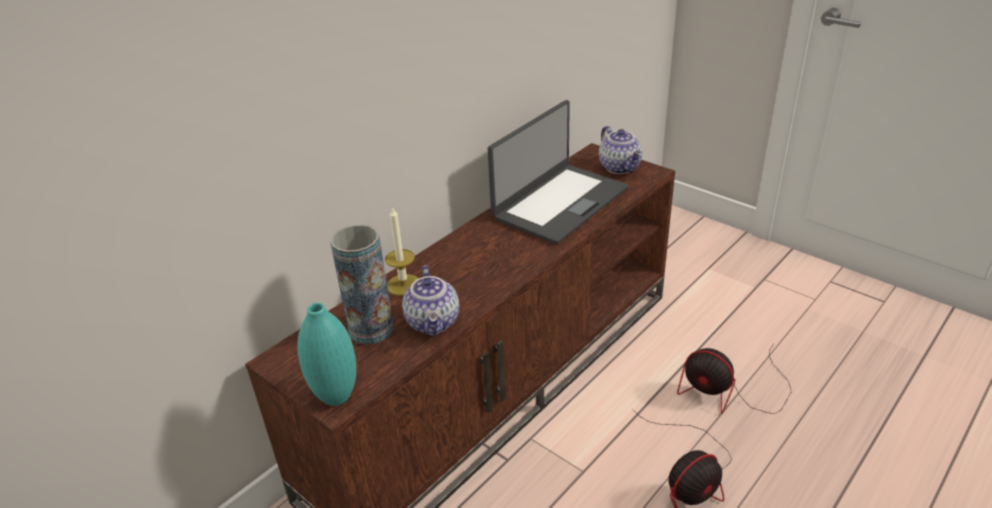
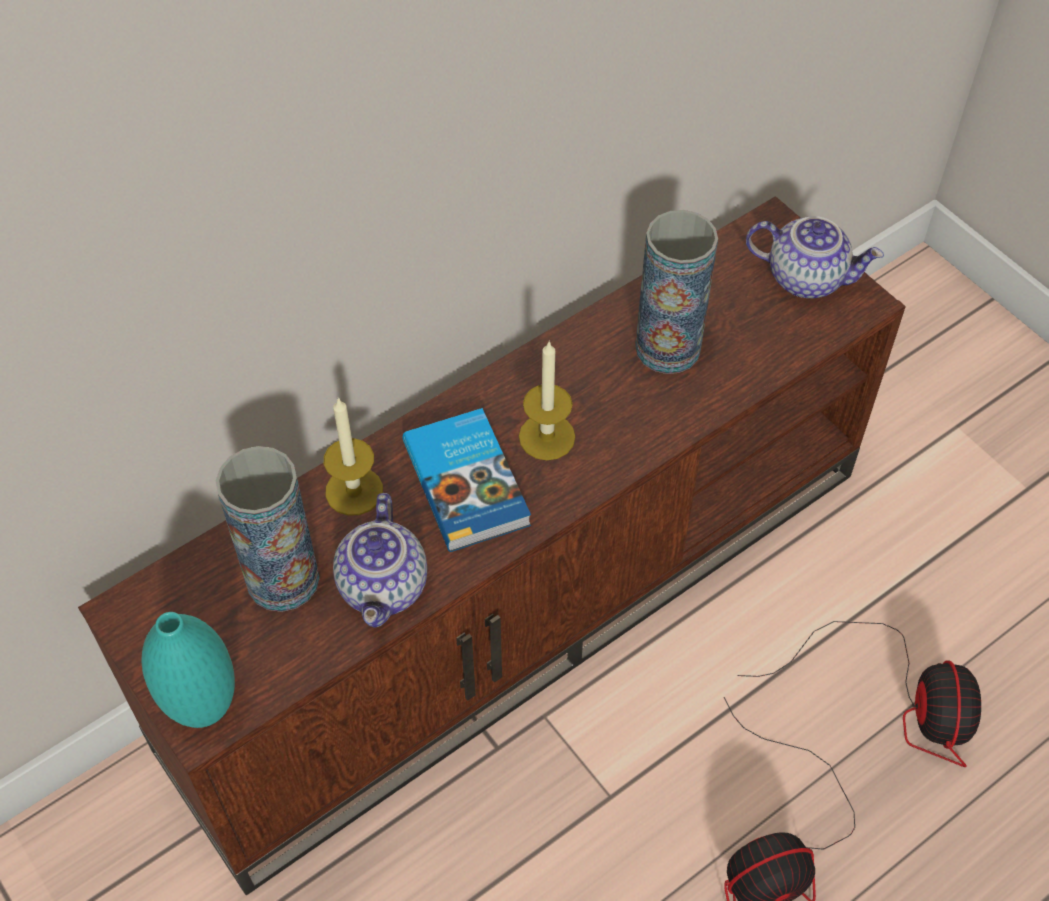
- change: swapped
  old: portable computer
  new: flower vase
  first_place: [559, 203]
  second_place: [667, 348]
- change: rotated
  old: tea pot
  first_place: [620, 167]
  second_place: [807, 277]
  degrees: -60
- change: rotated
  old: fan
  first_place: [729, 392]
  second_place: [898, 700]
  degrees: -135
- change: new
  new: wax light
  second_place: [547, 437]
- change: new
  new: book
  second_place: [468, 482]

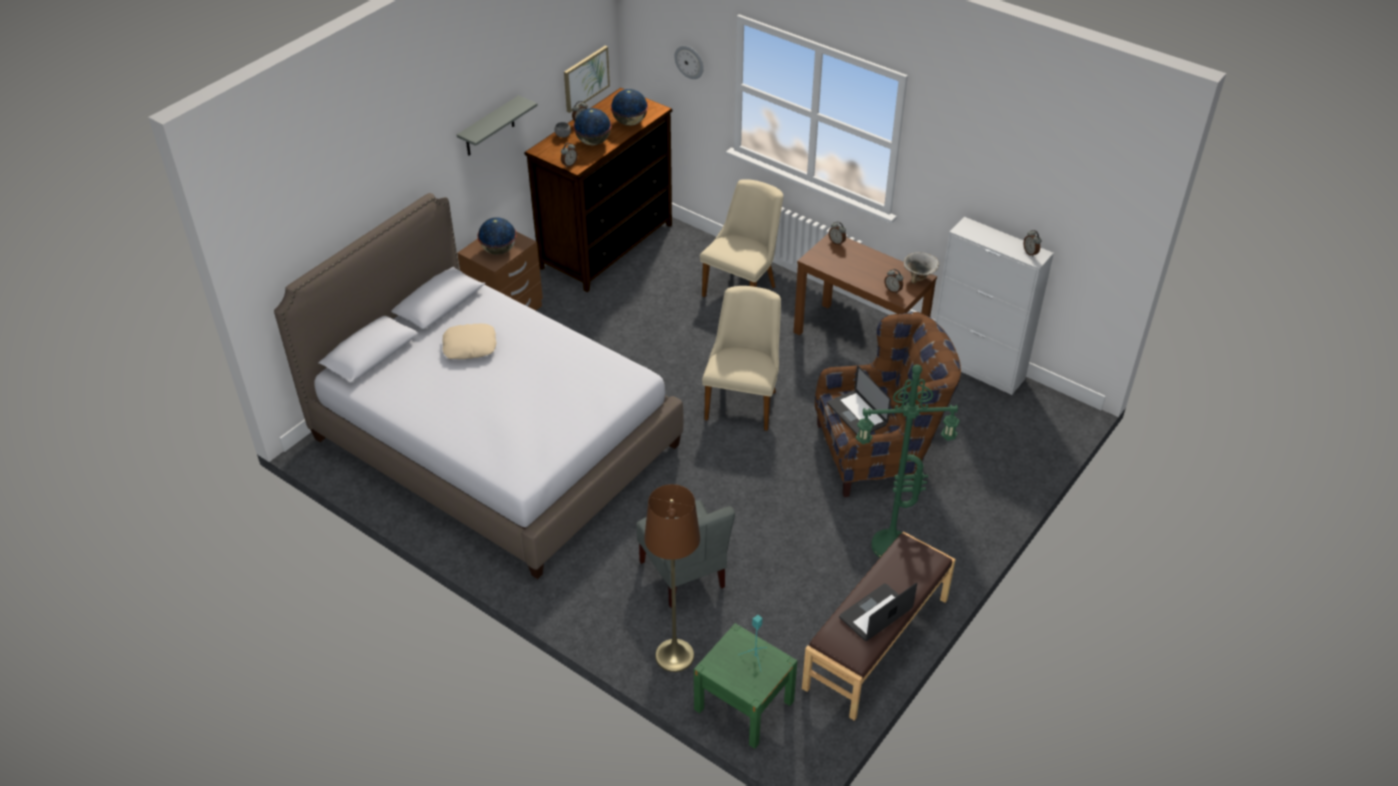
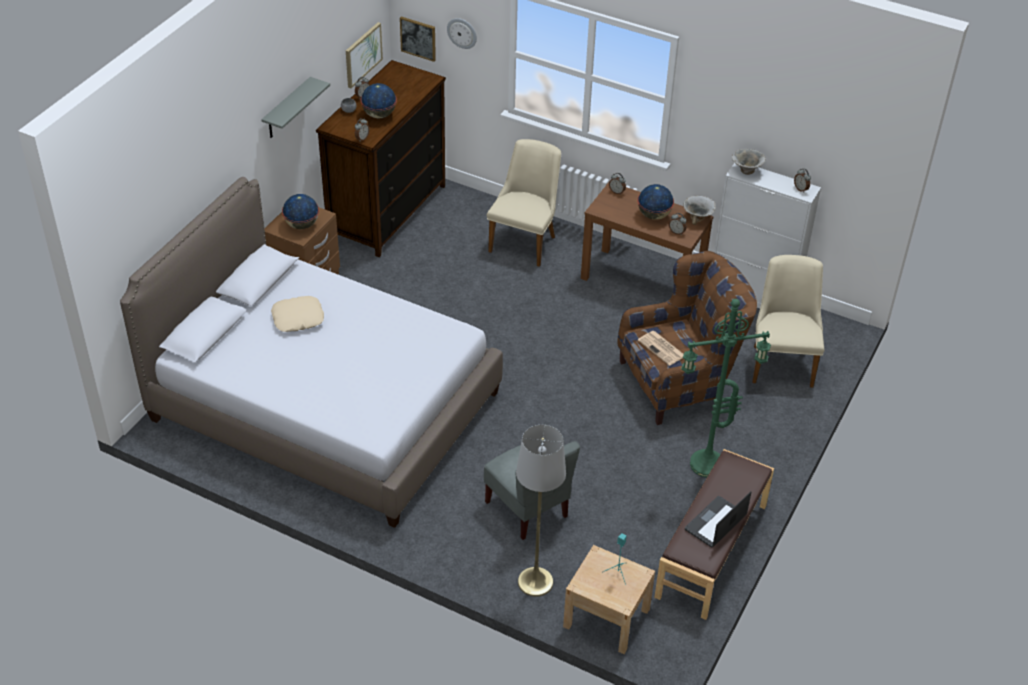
- change: shifted
  old: desk globe
  first_place: [630, 122]
  second_place: [654, 215]
- change: shifted
  old: sand-coloured chair
  first_place: [744, 400]
  second_place: [781, 361]
- change: swapped
  old: portable computer
  new: newspaper
  first_place: [857, 414]
  second_place: [662, 348]
- change: repainted
  old: brown-coloured floor lamp
  new: greyish floor lamp
  first_place: [674, 655]
  second_place: [535, 582]
- change: repainted
  old: green-coloured nightstand
  new: sand-coloured nightstand
  first_place: [744, 705]
  second_place: [606, 618]
- change: new
  new: wall picture
  second_place: [418, 38]
- change: new
  new: bowl
  second_place: [746, 171]

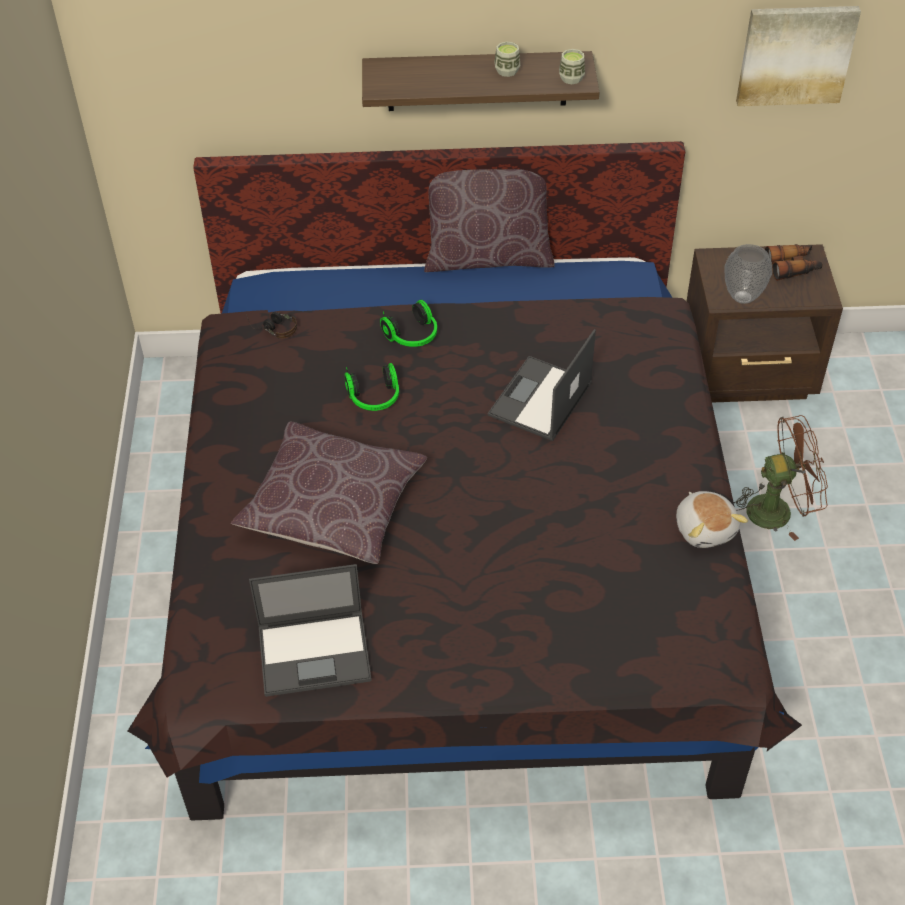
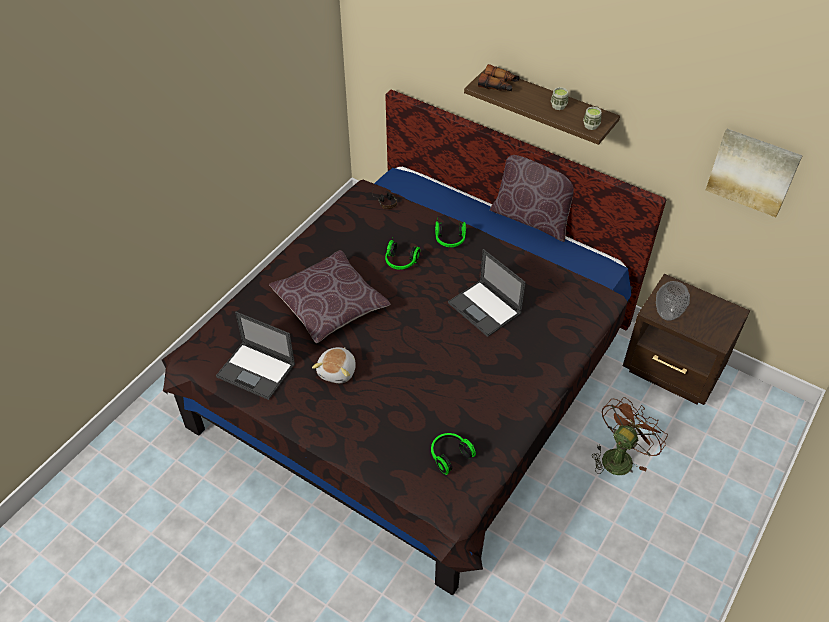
- change: shifted
  old: field glasses
  first_place: [792, 267]
  second_place: [499, 85]
- change: rotated
  old: portable computer
  first_place: [540, 400]
  second_place: [485, 308]
  degrees: -105
- change: rotated
  old: brown-coloured fan
  first_place: [778, 509]
  second_place: [620, 456]
  degrees: -75
- change: shifted
  old: plush toy
  first_place: [705, 528]
  second_place: [338, 371]
- change: new
  new: headset
  second_place: [449, 455]

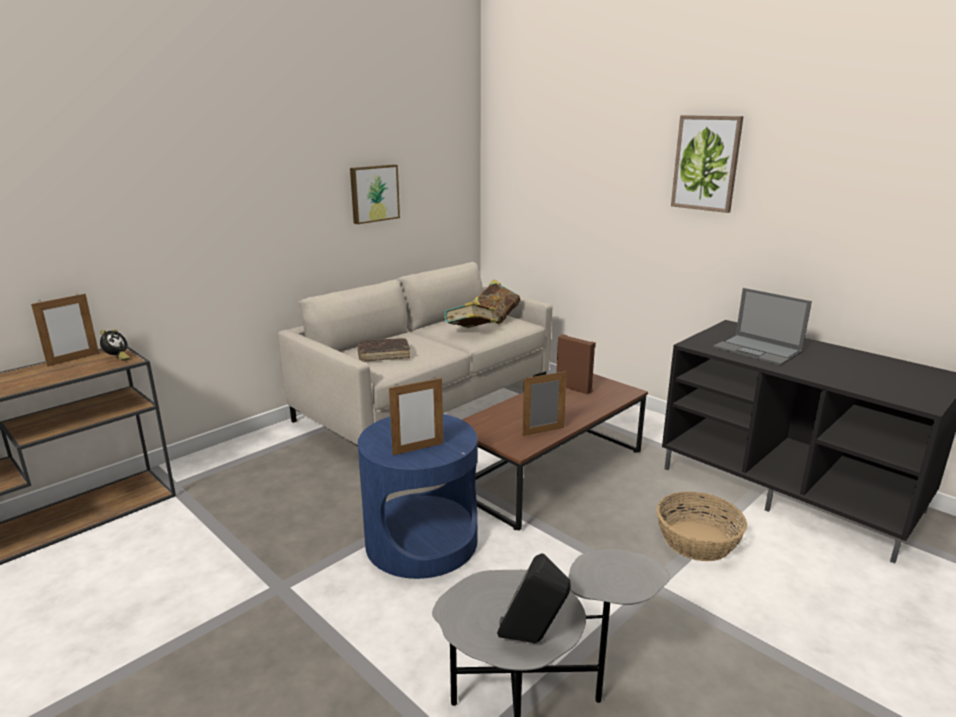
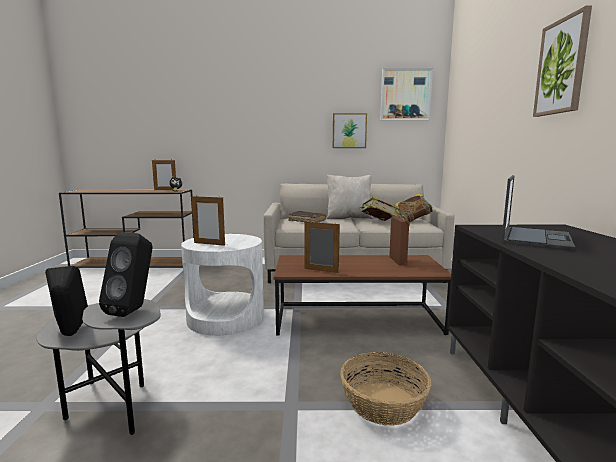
- change: rotated
  old: portable computer
  first_place: [758, 350]
  second_place: [535, 238]
  degrees: -150
- change: repainted
  old: blue-coloured end table
  new: white-coloured end table
  first_place: [421, 541]
  second_place: [226, 318]
- change: new
  new: wall picture
  second_place: [405, 95]
- change: new
  new: sand-coloured pillow
  second_place: [348, 218]
- change: new
  new: black loudspeaker
  second_place: [134, 310]

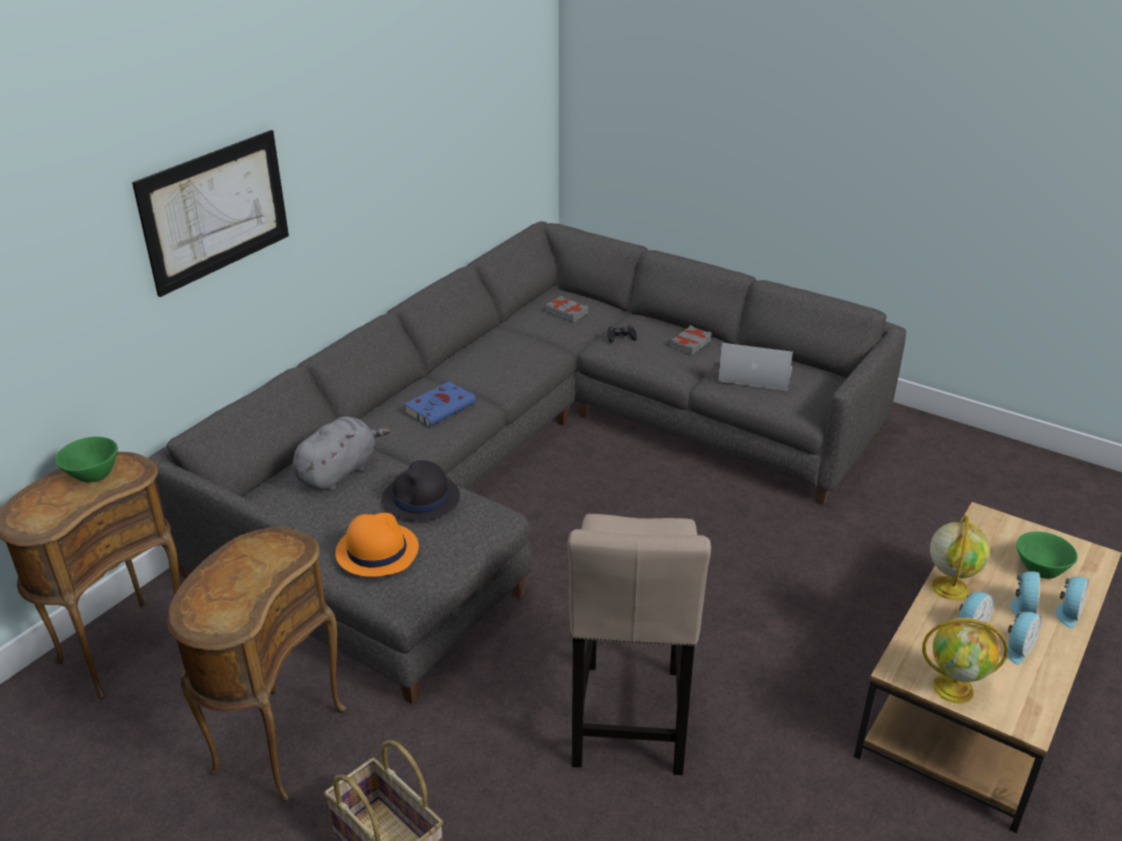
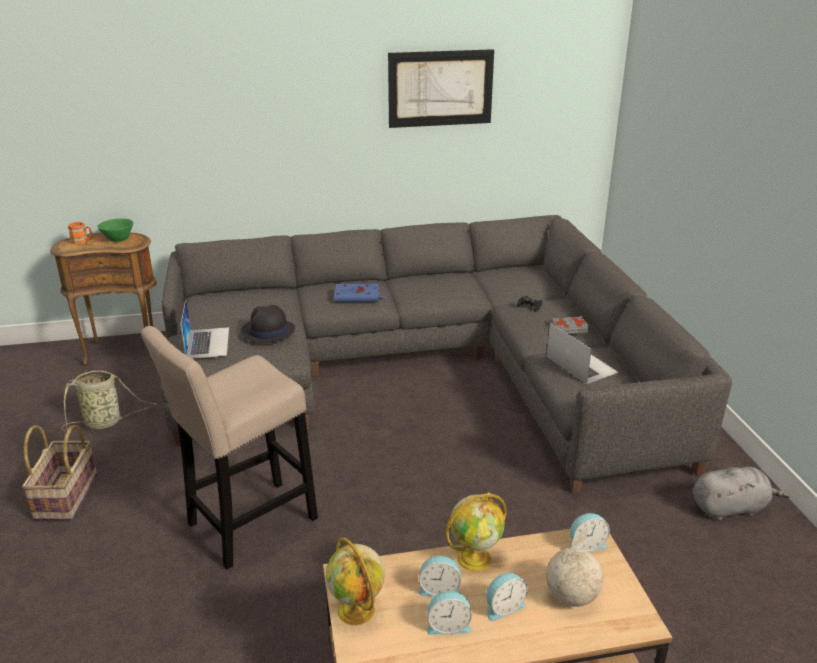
- change: shifted
  old: wall picture
  first_place: [215, 211]
  second_place: [440, 88]
- change: gone
  old: greyish book
  first_place: [567, 312]
- change: shifted
  old: greyish plush toy
  first_place: [339, 472]
  second_place: [730, 508]
- change: swapped
  old: orangey clothing hat
  new: portable computer
  first_place: [376, 550]
  second_place: [207, 342]
- change: swapped
  old: brown-coloured end table
  new: basket
  first_place: [275, 741]
  second_place: [106, 422]
- change: swapped
  old: green-coloured bowl
  new: desk globe
  first_place: [1041, 568]
  second_place: [572, 596]
- change: shifted
  old: table clock
  first_place: [1067, 612]
  second_place: [585, 545]
- change: new
  new: orangey tea mug
  second_place: [82, 241]

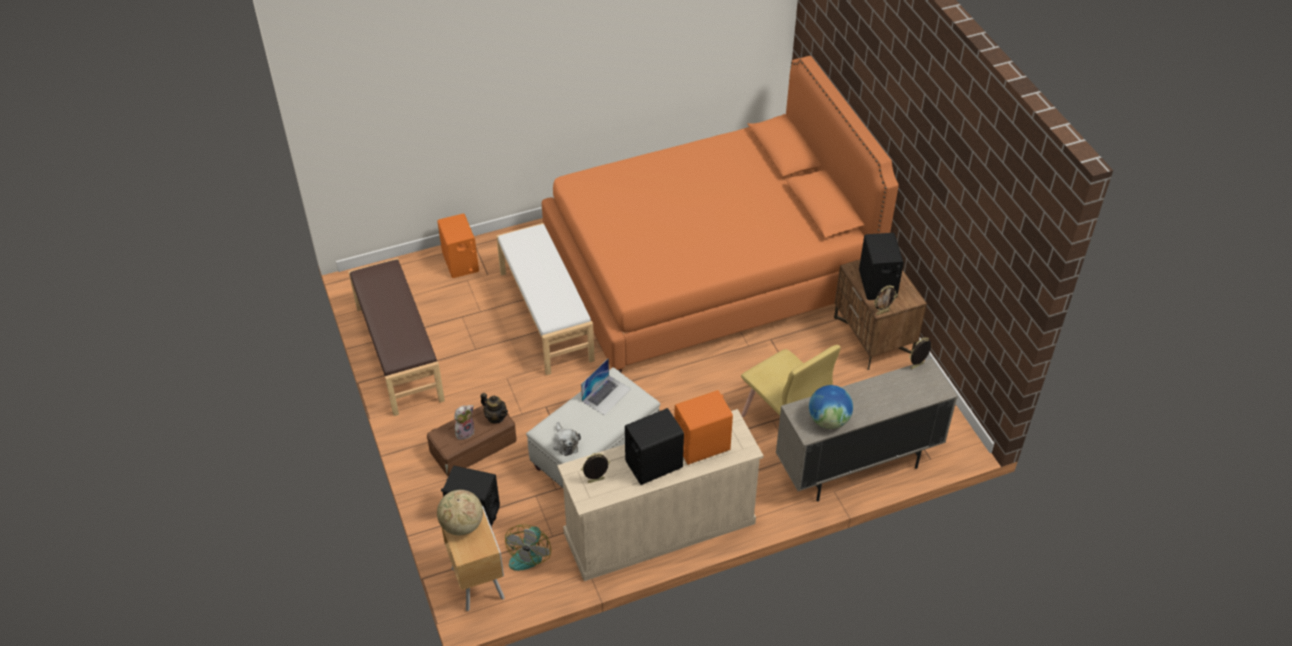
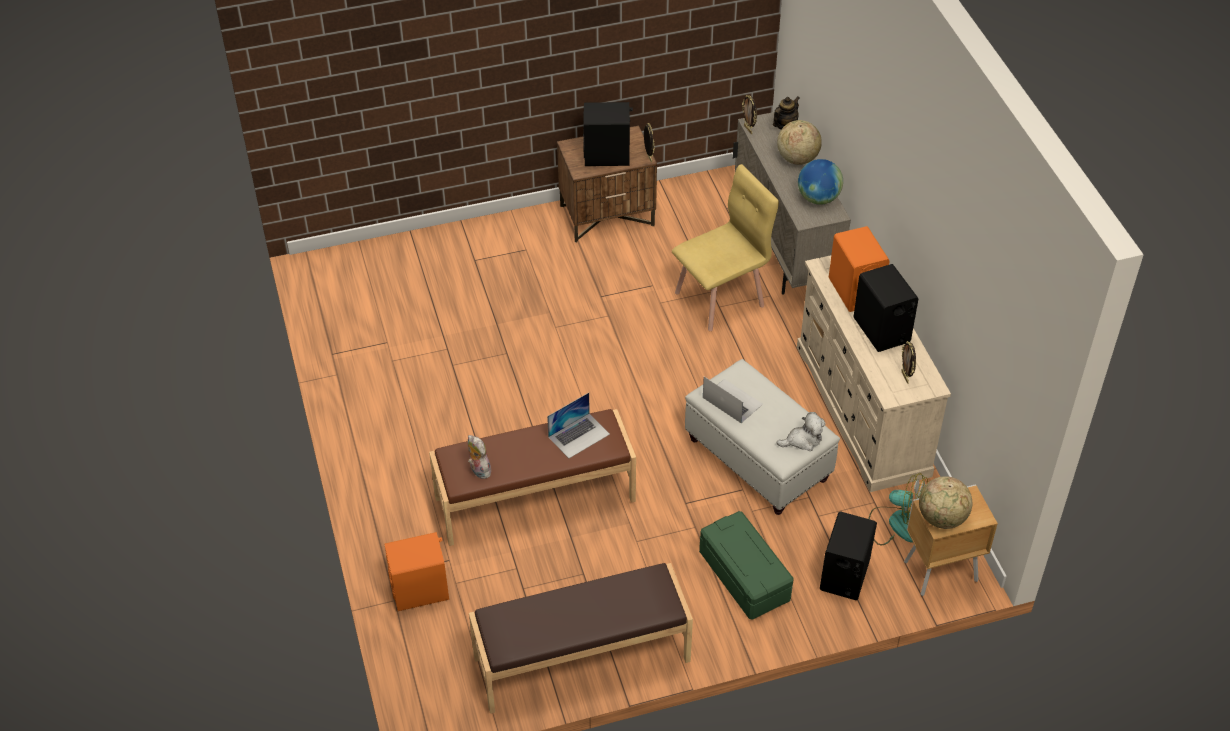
- change: gone
  old: orangey bedroom bed
  first_place: [708, 270]
- change: repainted
  old: white-coloured indoor bench
  new: brown-coloured indoor bench
  first_place: [547, 315]
  second_place: [534, 498]
- change: shifted
  old: tea pot
  first_place: [495, 417]
  second_place: [784, 125]
- change: repainted
  old: brown-coloured storage container
  new: green-coloured storage container
  first_place: [473, 447]
  second_place: [745, 576]
- change: shifted
  old: plush toy
  first_place: [465, 431]
  second_place: [478, 470]
- change: new
  new: desk globe
  second_place: [797, 159]
- change: new
  new: portable computer
  second_place: [579, 435]

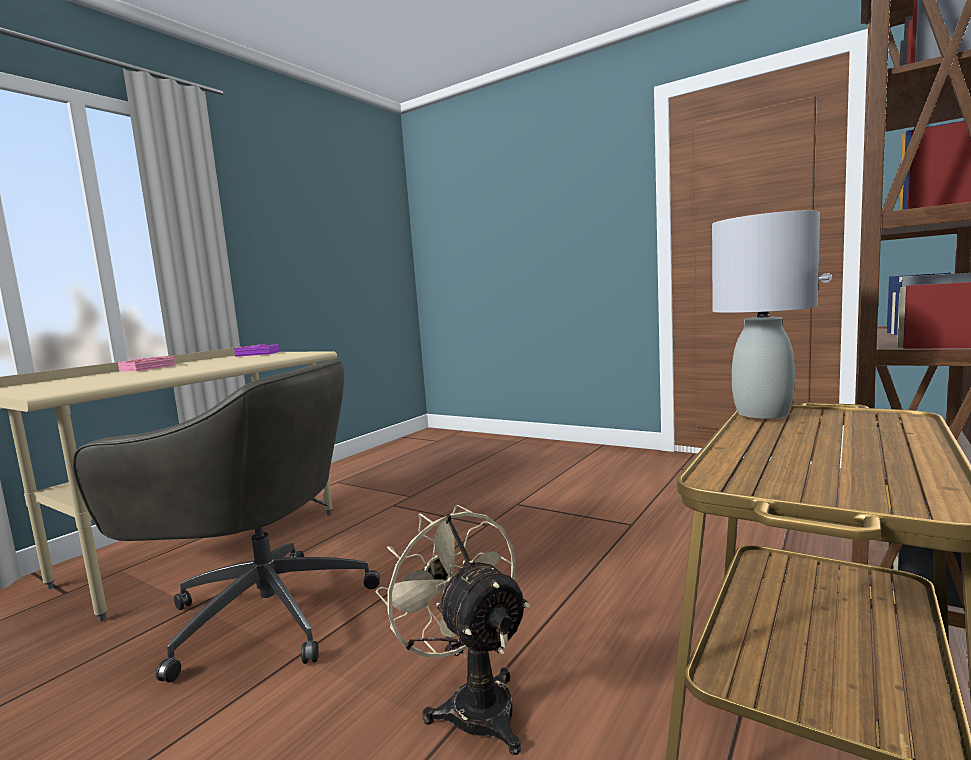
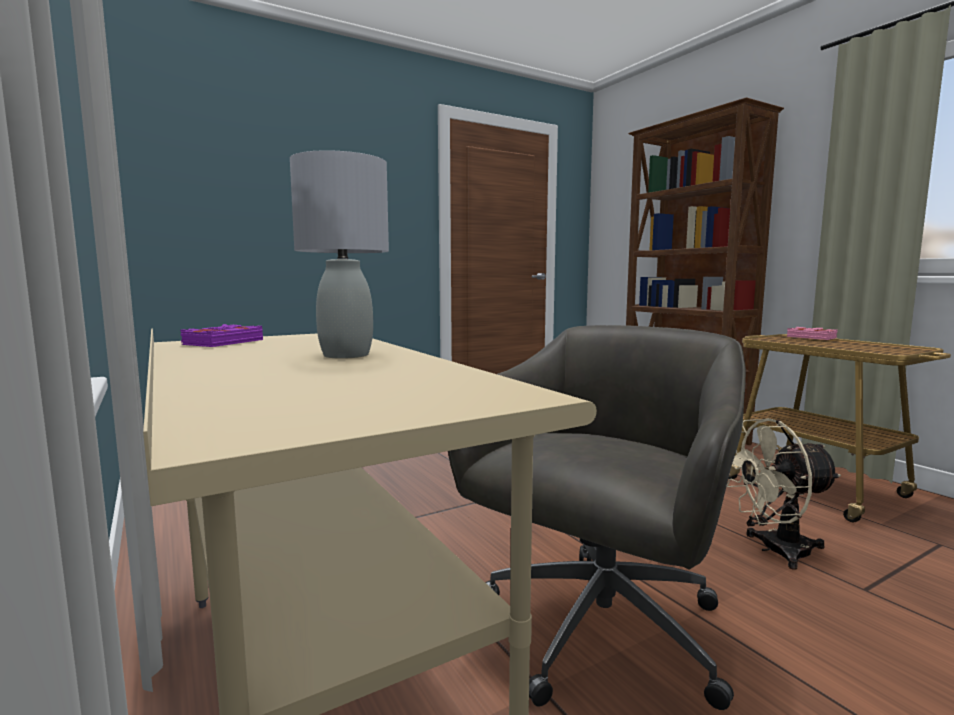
- change: shifted
  old: greyish tabletop lamp
  first_place: [763, 414]
  second_place: [347, 355]
- change: shifted
  old: pink-coloured book
  first_place: [148, 368]
  second_place: [811, 337]

